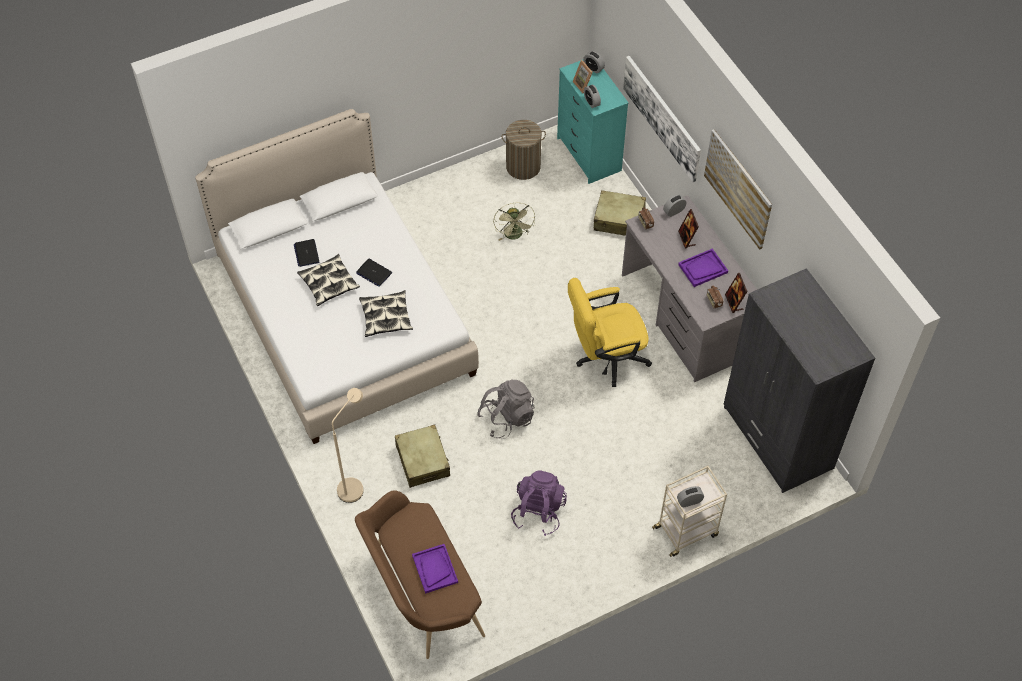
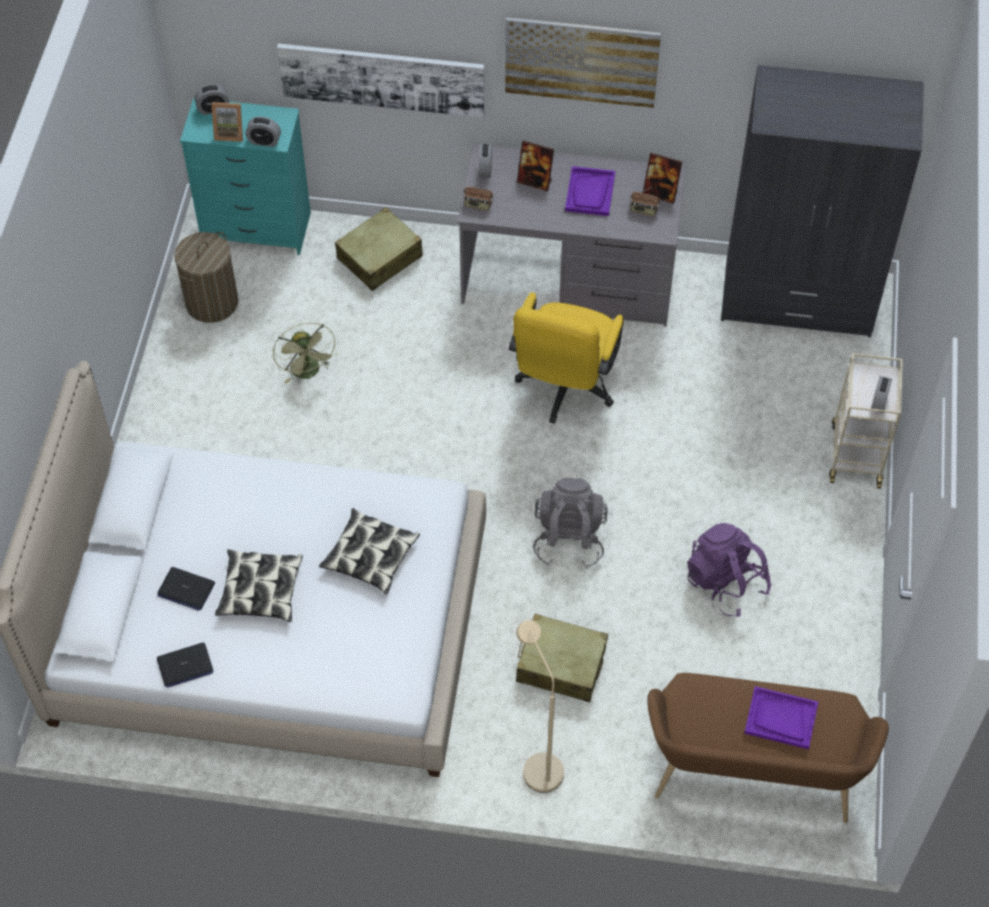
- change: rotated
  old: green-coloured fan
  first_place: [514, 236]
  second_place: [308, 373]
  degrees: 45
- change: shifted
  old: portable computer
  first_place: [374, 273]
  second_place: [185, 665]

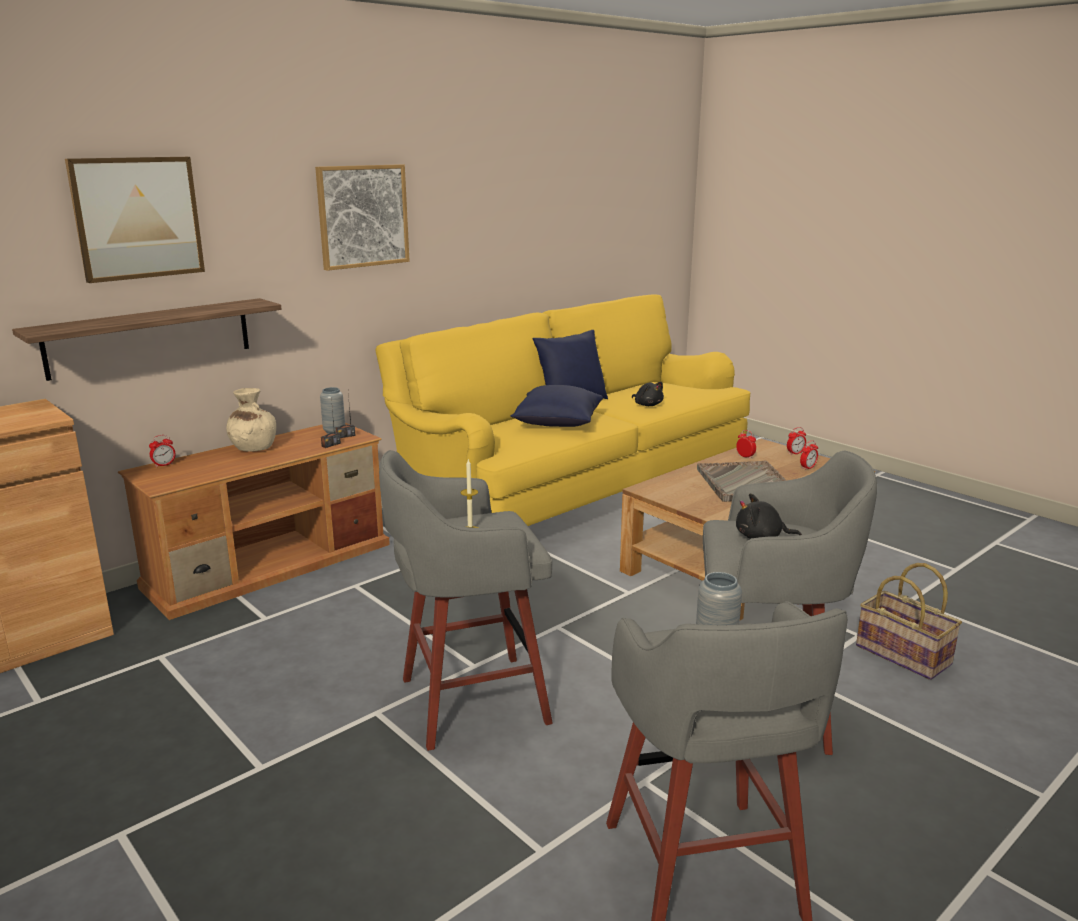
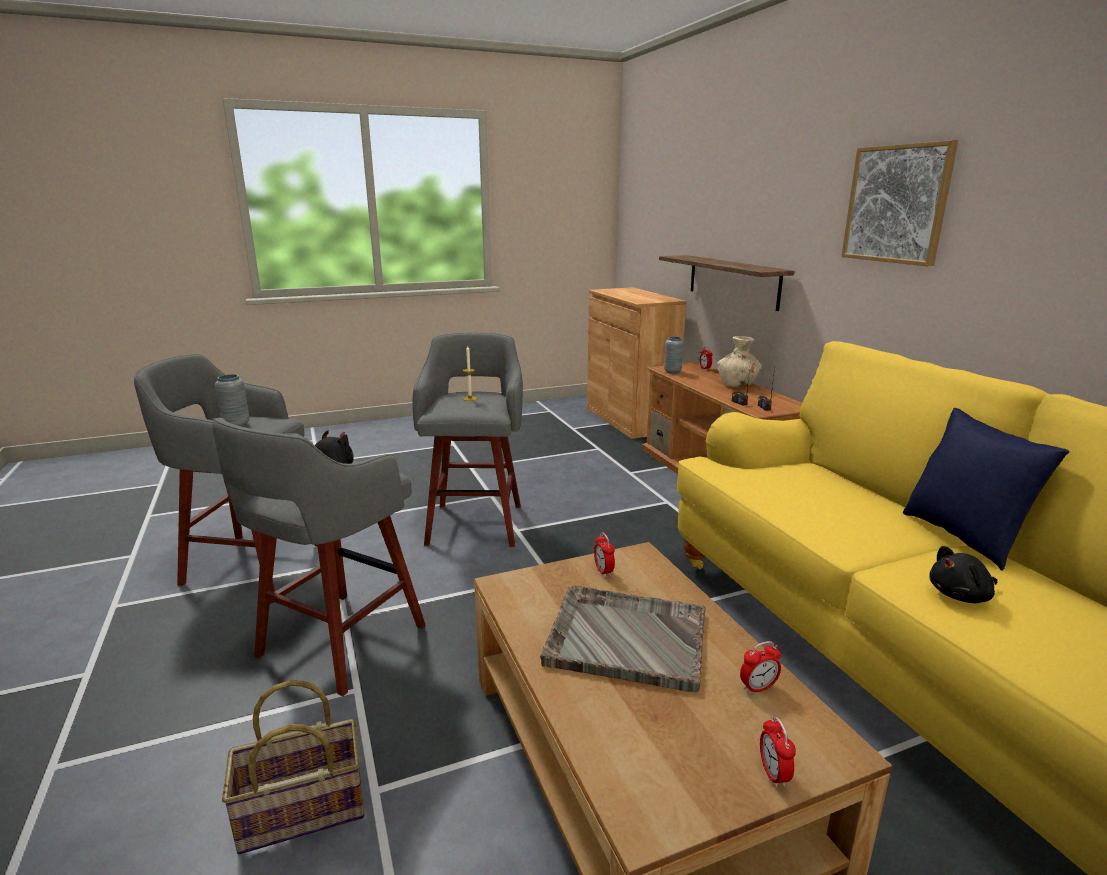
- change: gone
  old: wall picture
  first_place: [137, 218]
- change: gone
  old: blue-coloured pillow
  first_place: [557, 423]
- change: shifted
  old: greyish flower vase
  first_place: [334, 431]
  second_place: [672, 372]
- change: shifted
  old: table clock
  first_place: [808, 468]
  second_place: [603, 571]

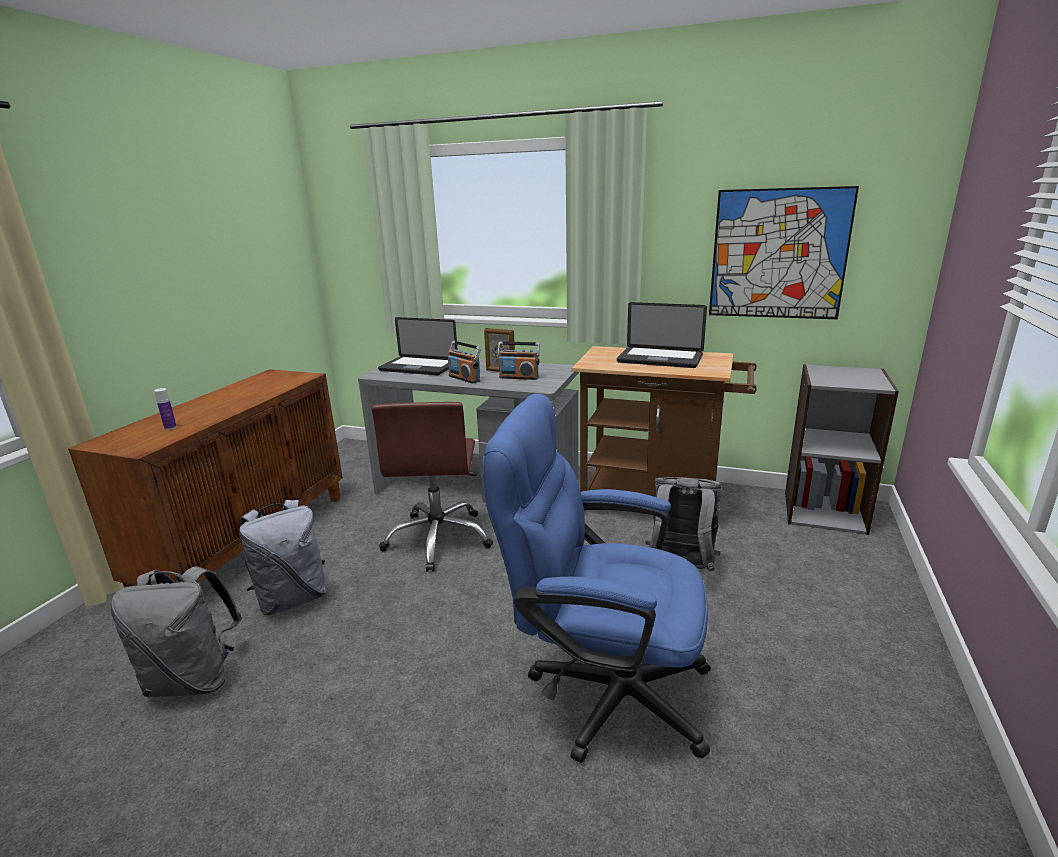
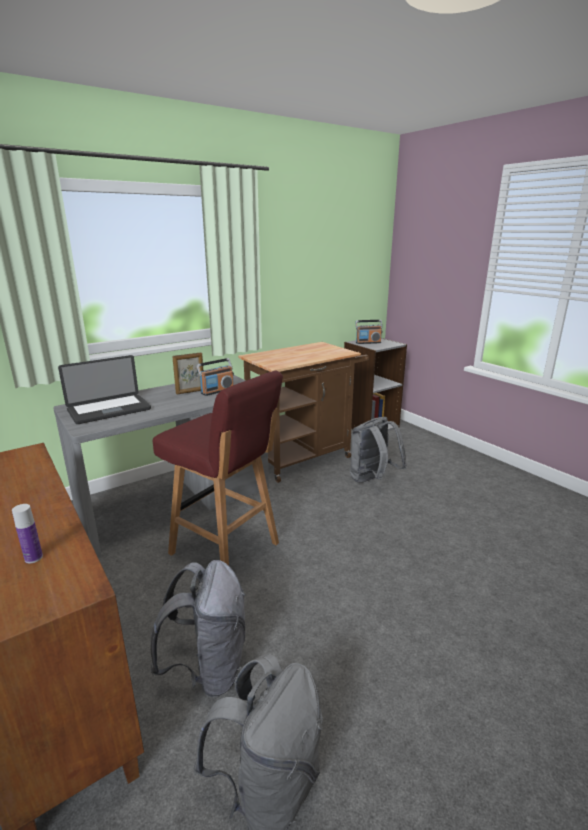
- change: gone
  old: wall picture
  first_place: [778, 254]
- change: gone
  old: portable computer
  first_place: [660, 359]
- change: shifted
  old: radio receiver
  first_place: [464, 378]
  second_place: [368, 342]
- change: gone
  old: blue-coloured desk chair
  first_place: [602, 690]
- change: swapped
  old: brown-coloured desk chair
  new: reddish stool
  first_place: [439, 539]
  second_place: [226, 549]

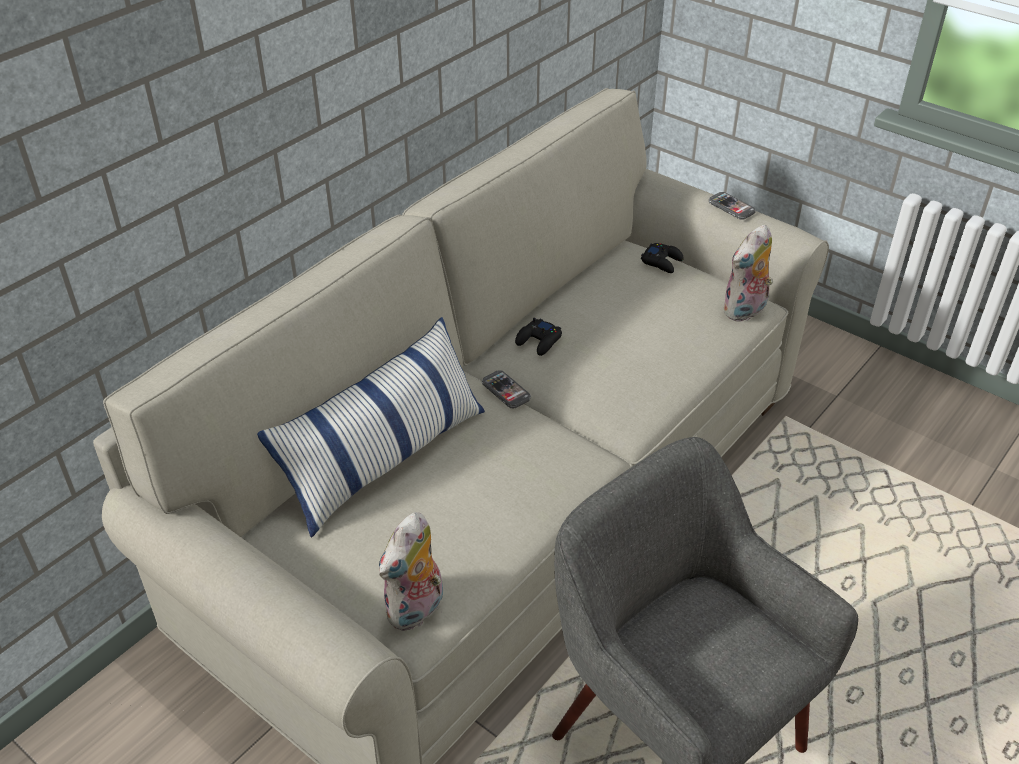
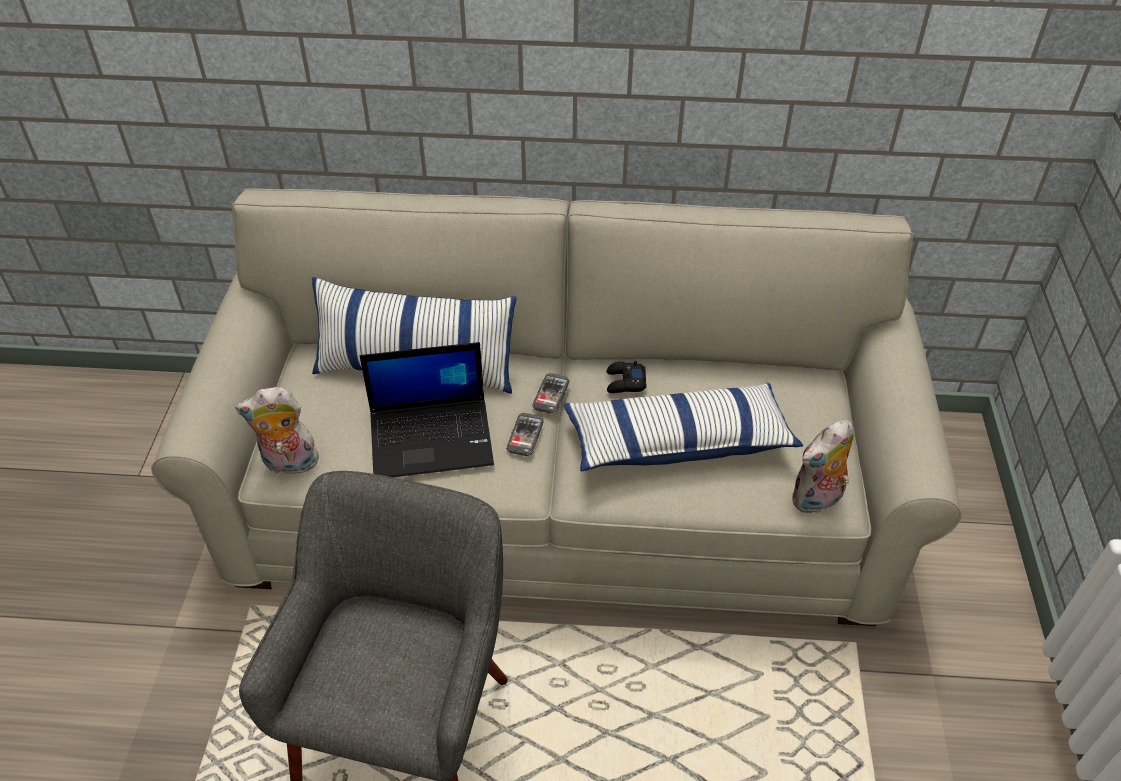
- change: shifted
  old: phone
  first_place: [731, 207]
  second_place: [525, 435]
- change: rotated
  old: plush toy
  first_place: [745, 312]
  second_place: [817, 500]
  degrees: -45
- change: gone
  old: black game controller
  first_place: [662, 262]
- change: new
  new: portable computer
  second_place: [432, 438]
- change: new
  new: pillow
  second_place: [677, 442]

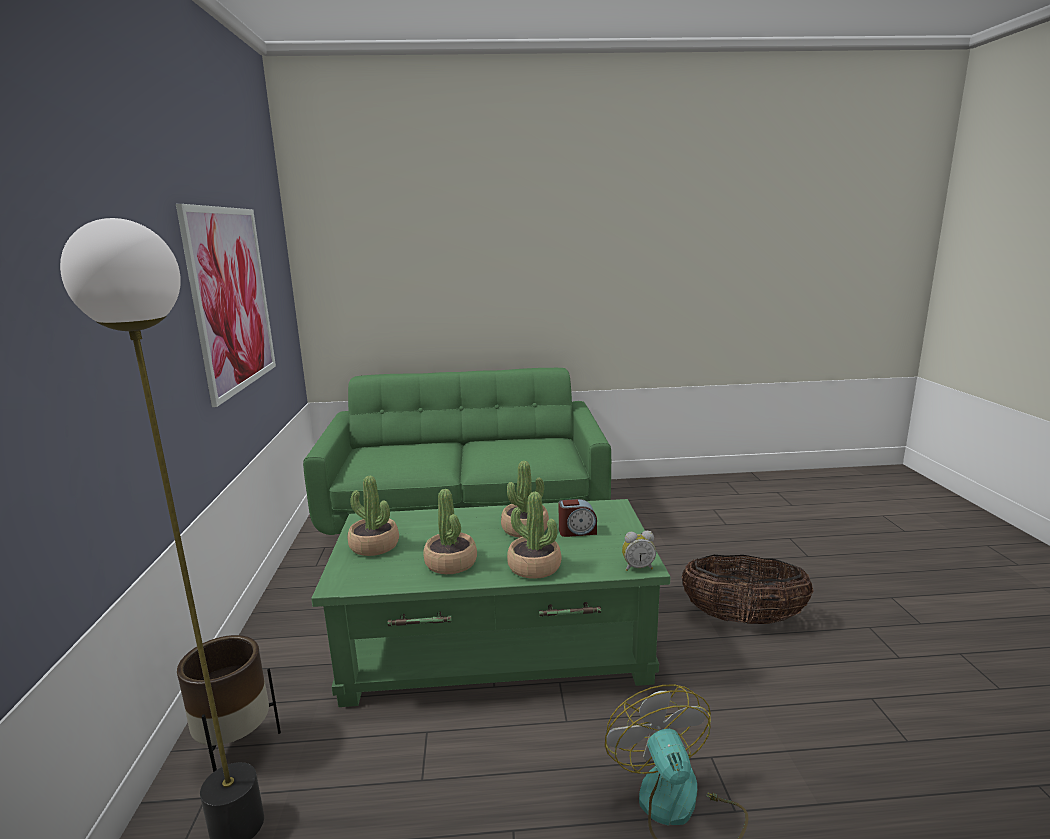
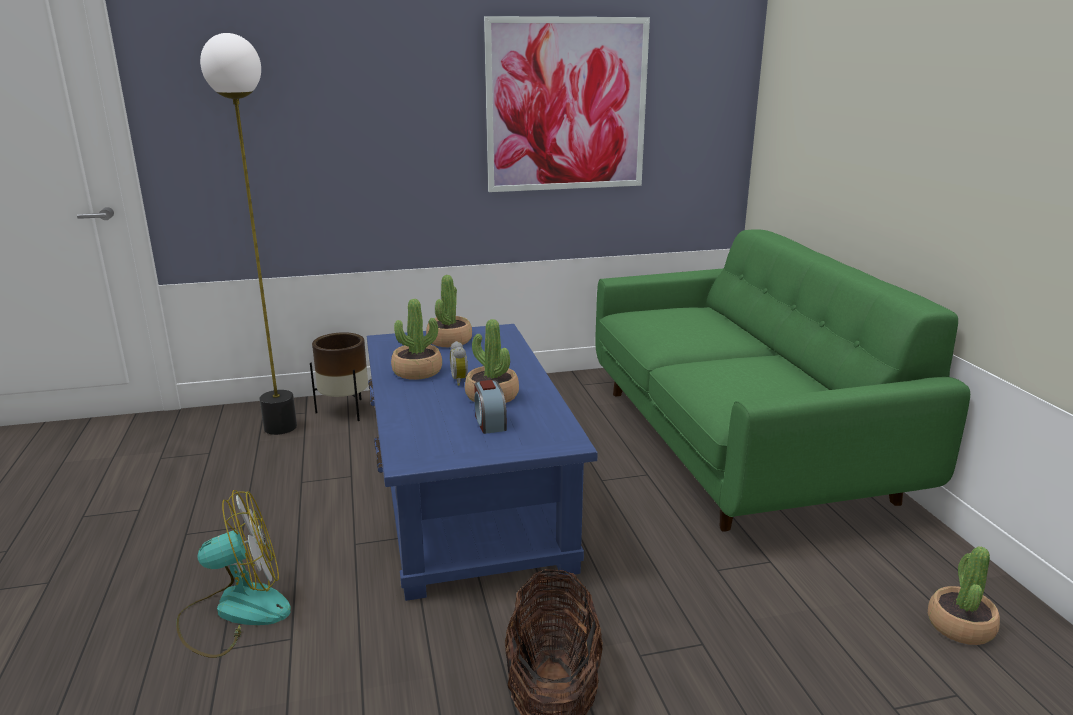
- change: shifted
  old: potted plant
  first_place: [534, 567]
  second_place: [960, 626]
- change: repainted
  old: green-coloured lounge table
  new: blue-coloured lounge table
  first_place: [497, 645]
  second_place: [466, 495]
- change: shifted
  old: table clock
  first_place: [637, 567]
  second_place: [461, 380]

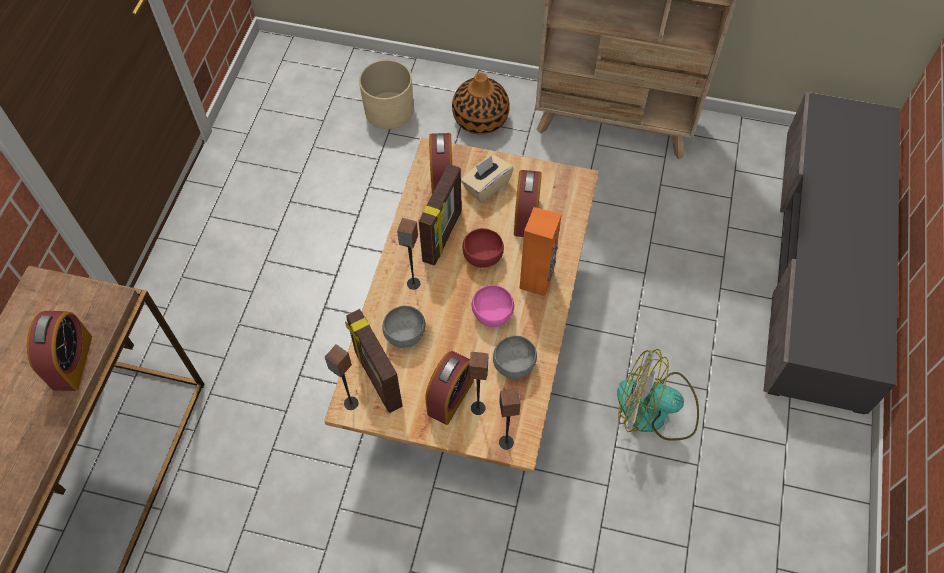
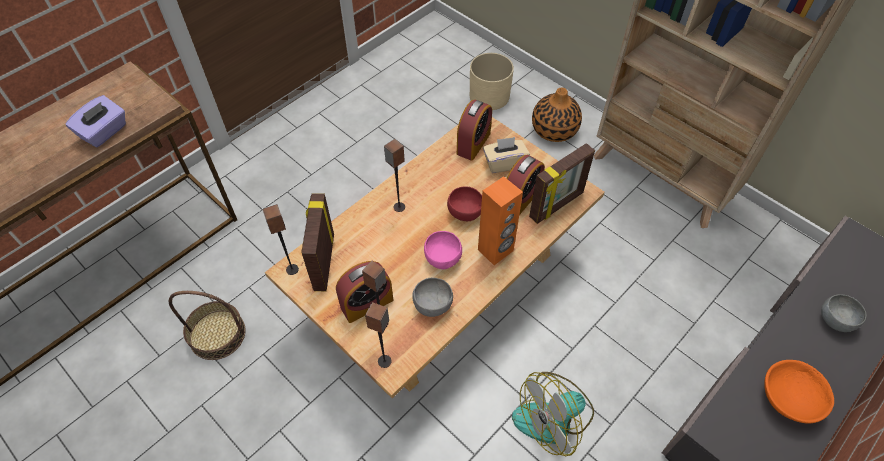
- change: shifted
  old: standing frame
  first_place: [443, 236]
  second_place: [557, 205]
- change: shifted
  old: greyish bowl
  first_place: [405, 334]
  second_place: [835, 320]
- change: swapped
  old: table clock
  new: purple-coloured tissue holder
  first_place: [72, 362]
  second_place: [104, 132]
- change: rotated
  old: fan
  first_place: [655, 410]
  second_place: [553, 416]
  degrees: -75
- change: new
  new: basket
  second_place: [217, 334]
- change: new
  new: orangey bowl
  second_place: [789, 399]

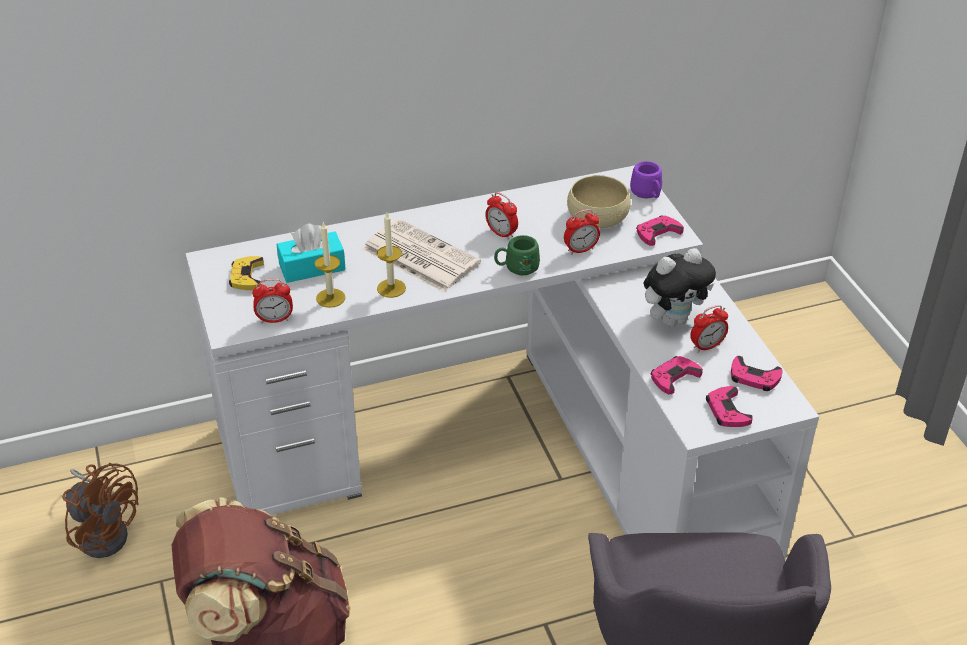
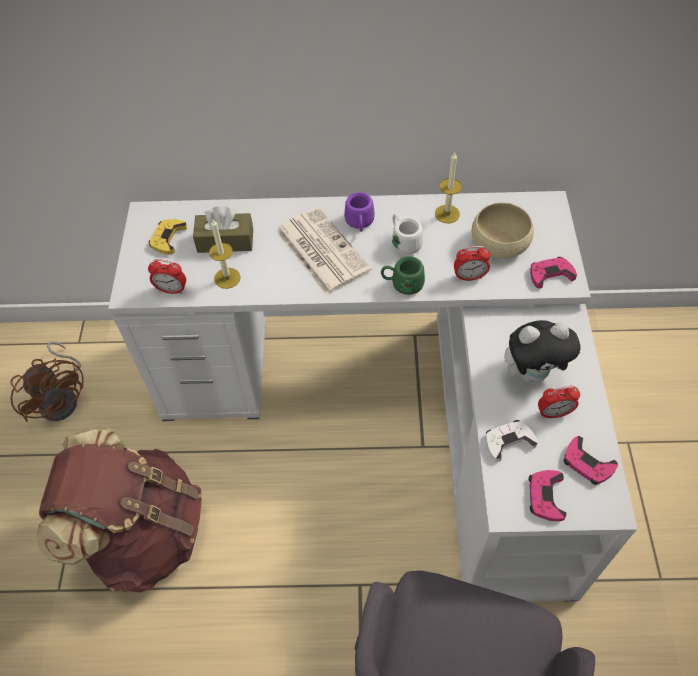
- change: shifted
  old: purple-coloured tea mug
  first_place: [648, 194]
  second_place: [359, 224]
- change: swapped
  old: table clock
  new: white-coloured tea mug
  first_place: [501, 233]
  second_place: [404, 242]
- change: shifted
  old: wax light
  first_place: [391, 288]
  second_place: [447, 214]
- change: repainted
  old: turquoise tissue holder
  new: brown-coloured tissue holder
  first_place: [312, 267]
  second_place: [225, 241]
- change: repainted
  old: pink-coloured game controller
  new: white-coloured game controller
  first_place: [674, 377]
  second_place: [508, 442]

